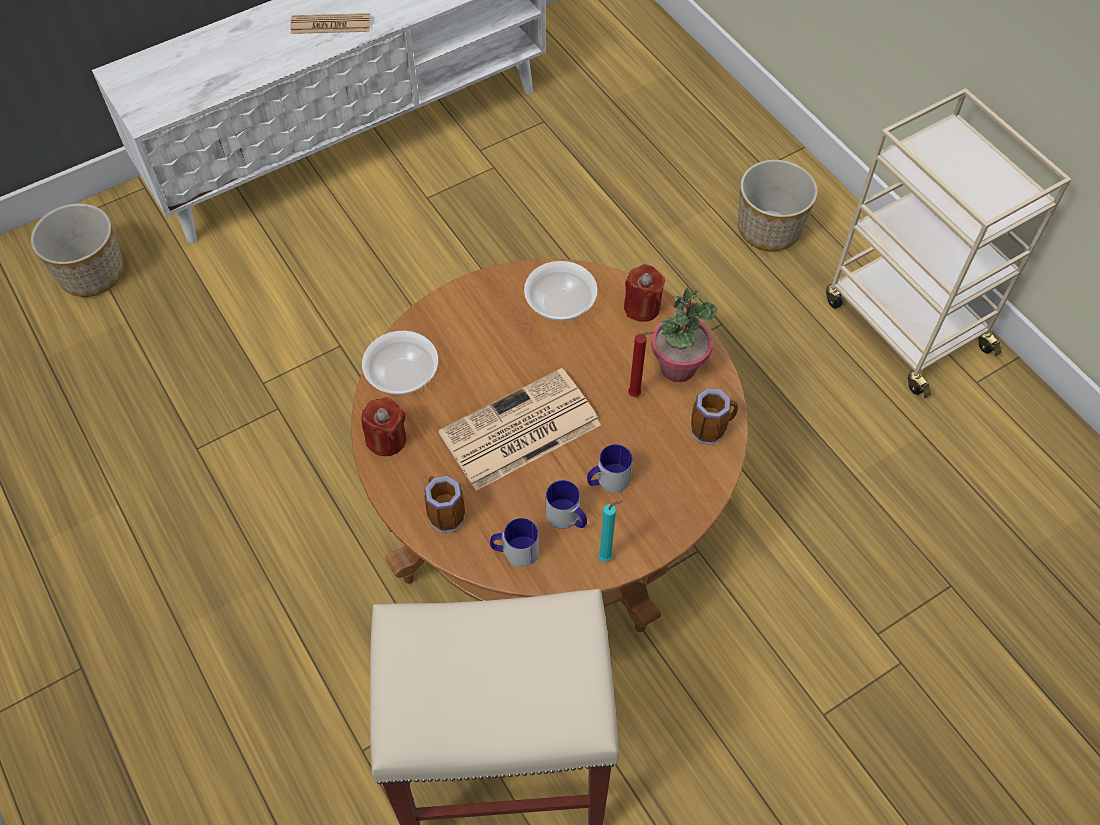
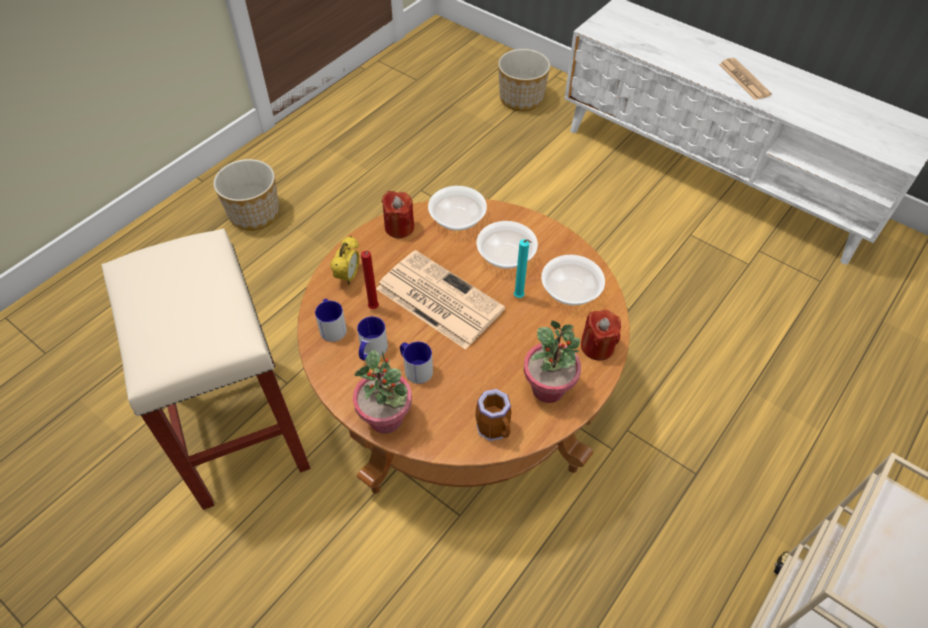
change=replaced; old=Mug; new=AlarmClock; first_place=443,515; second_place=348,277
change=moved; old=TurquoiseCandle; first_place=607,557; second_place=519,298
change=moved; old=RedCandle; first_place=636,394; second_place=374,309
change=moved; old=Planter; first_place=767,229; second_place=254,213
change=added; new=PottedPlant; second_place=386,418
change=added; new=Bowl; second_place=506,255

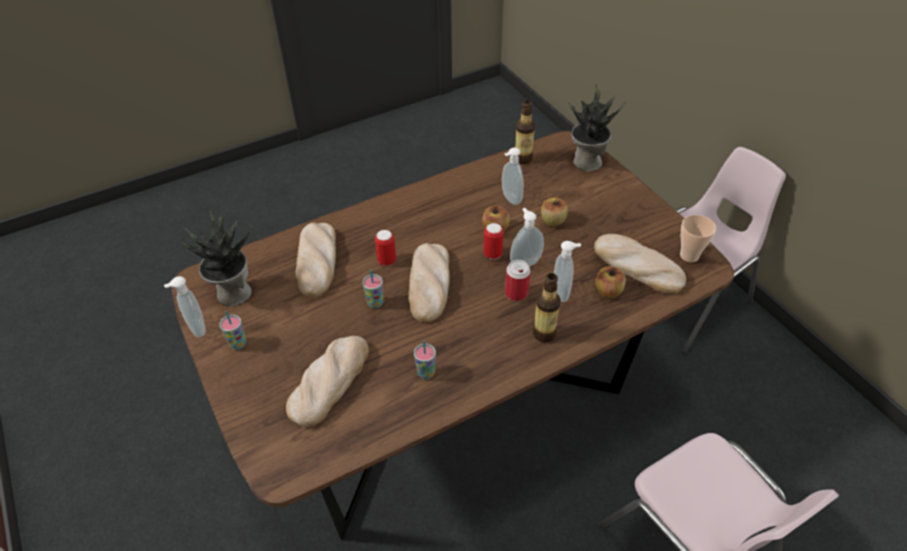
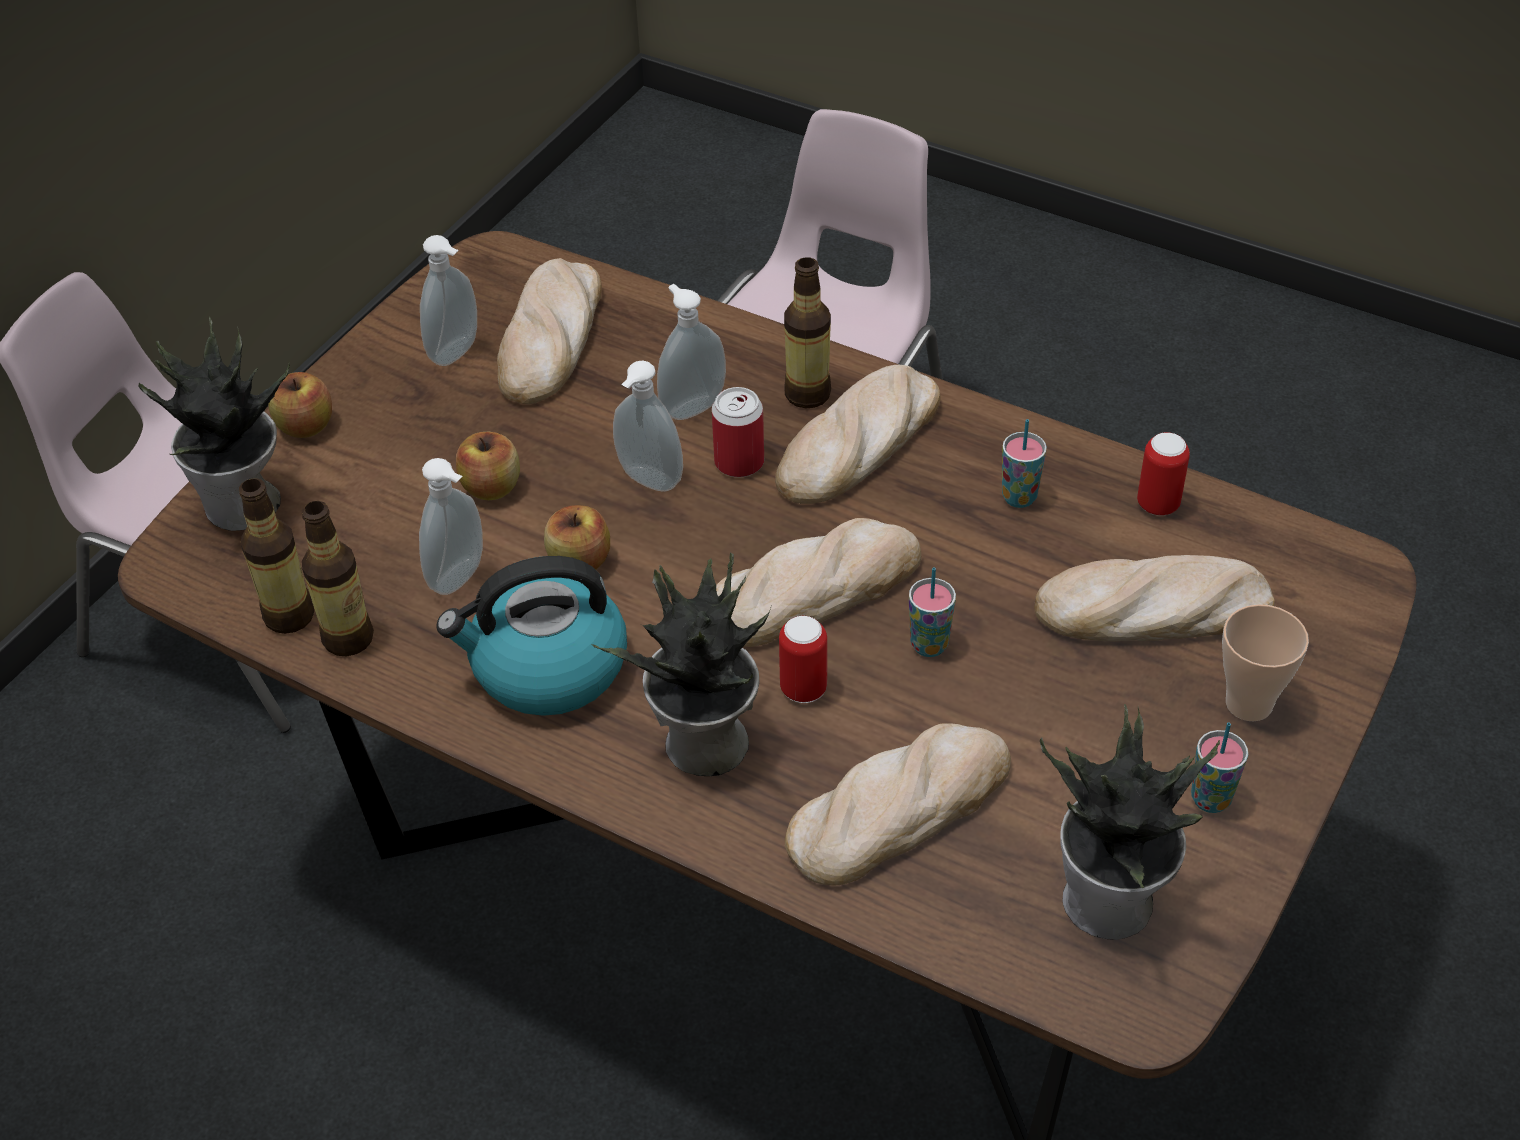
change=moved; old=SoapDispenser; first_place=196,329; second_place=457,353
change=moved; old=Can; first_place=492,254; second_place=1158,504
change=moved; old=Apple; first_place=608,291; second_place=305,426
change=moved; old=Cup; first_place=689,256; second_place=1249,703
change=added; new=Bottle; second_place=348,638
change=added; new=Kettle; second_place=547,668
change=added; new=PottedPlant; second_place=704,745
change=added; new=Bread; second_place=858,444

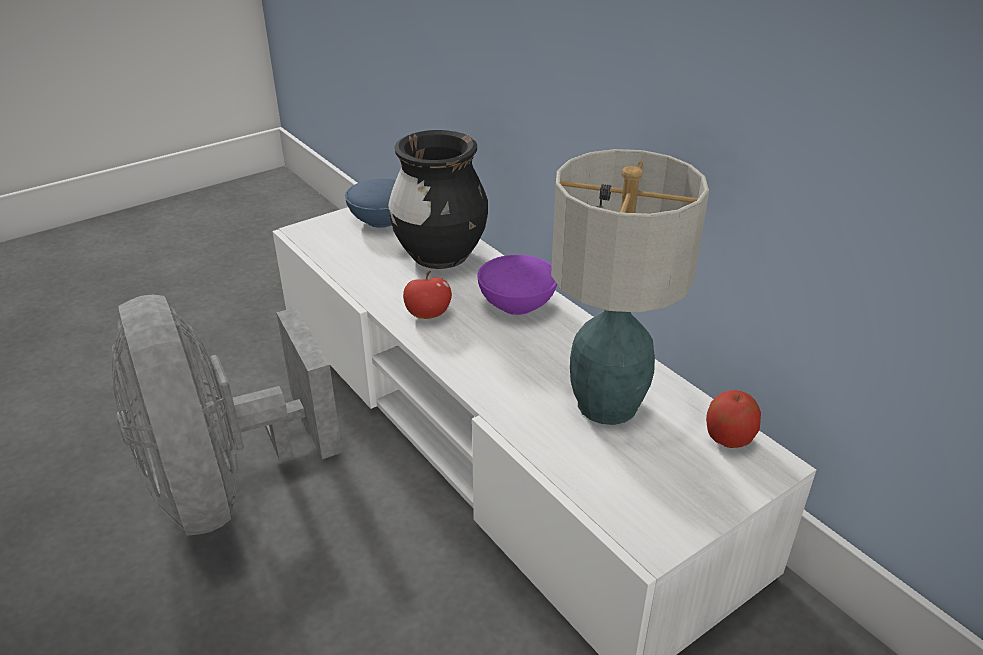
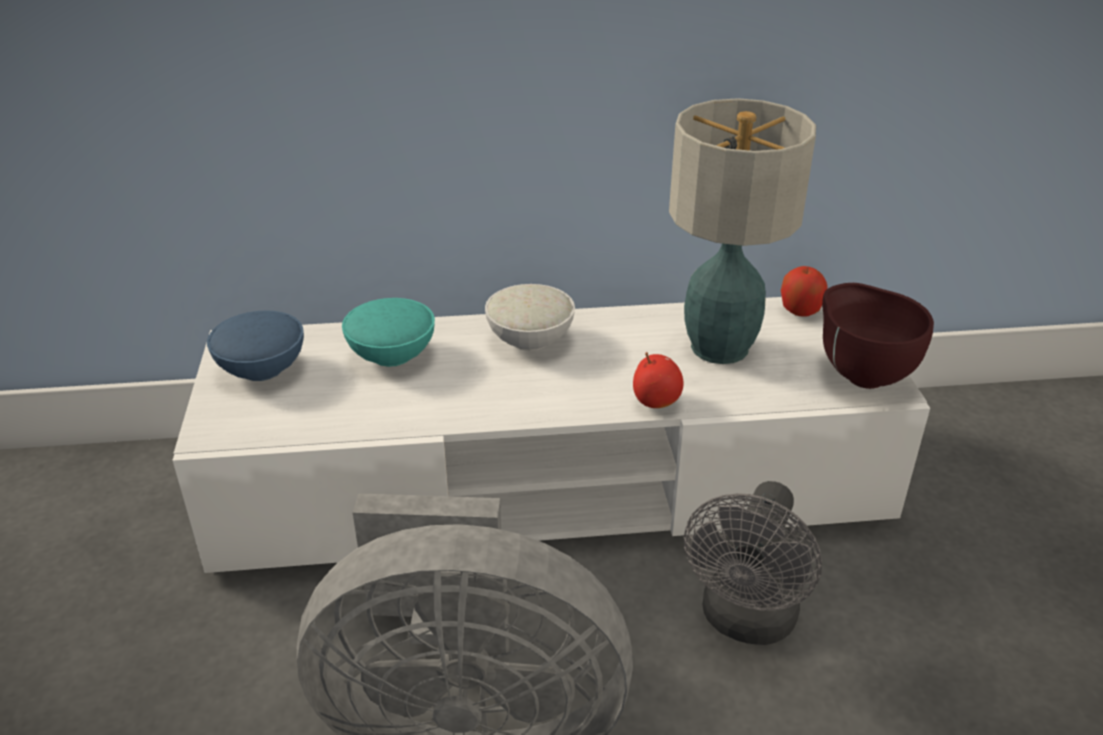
change=replaced; old=BlackVase; new=TurquoiseBowl; first_place=440,256; second_place=390,354
change=moved; old=Apple; first_place=428,315; second_place=656,401
change=recoloured; old=PurpleBowl; new=WhiteBowl; first_place=517,303; second_place=529,338
change=added; new=GreyFan; second_place=745,621
change=added; new=BrownBowl; second_place=861,375

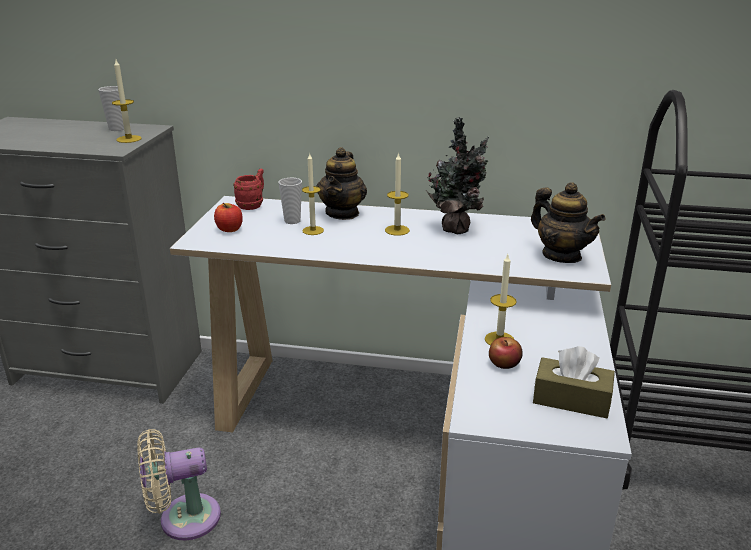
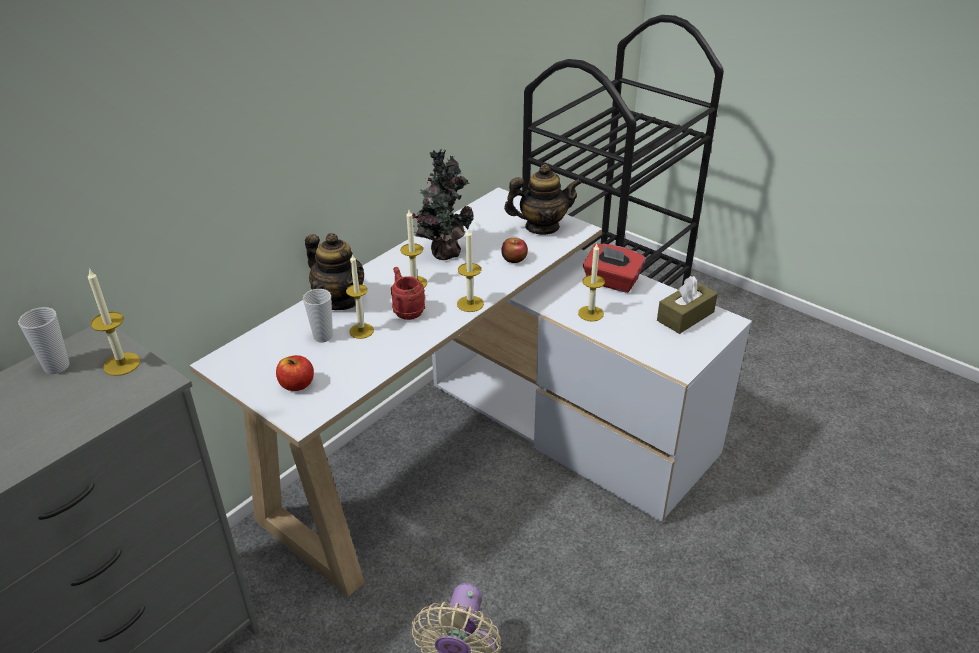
change=moved; old=RedMug; first_place=253,205; second_place=406,310
change=moved; old=Apple; first_place=504,363; second_place=514,259
change=added; new=Candle; second_place=470,304
change=added; new=RedTissueBox; second_place=611,282

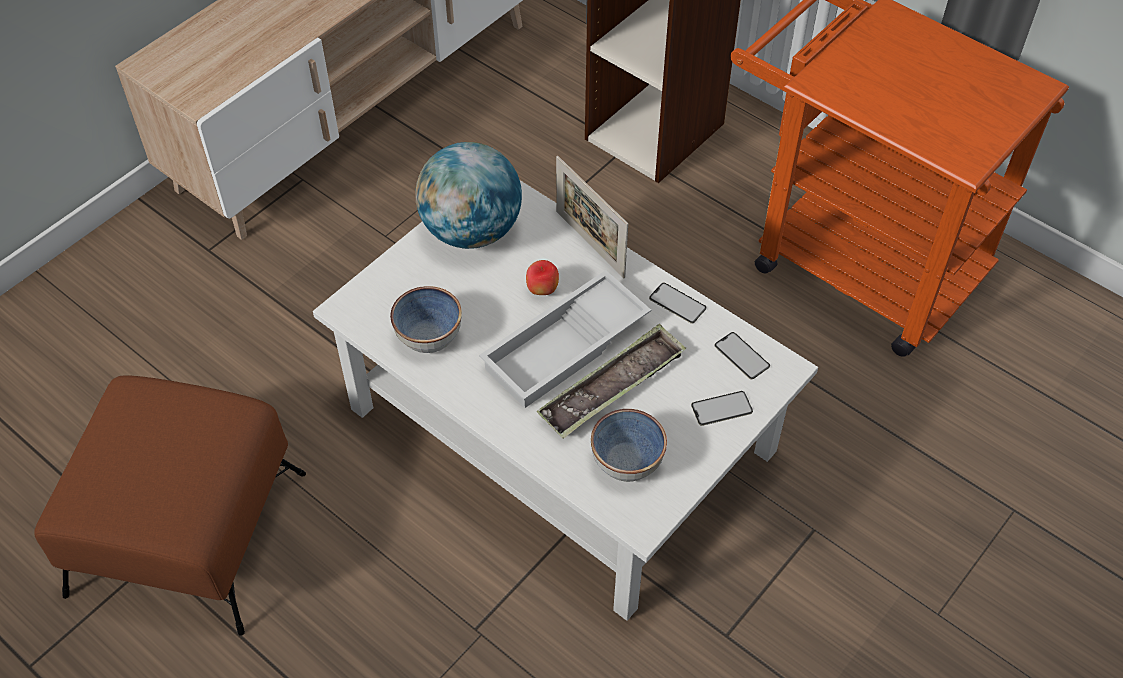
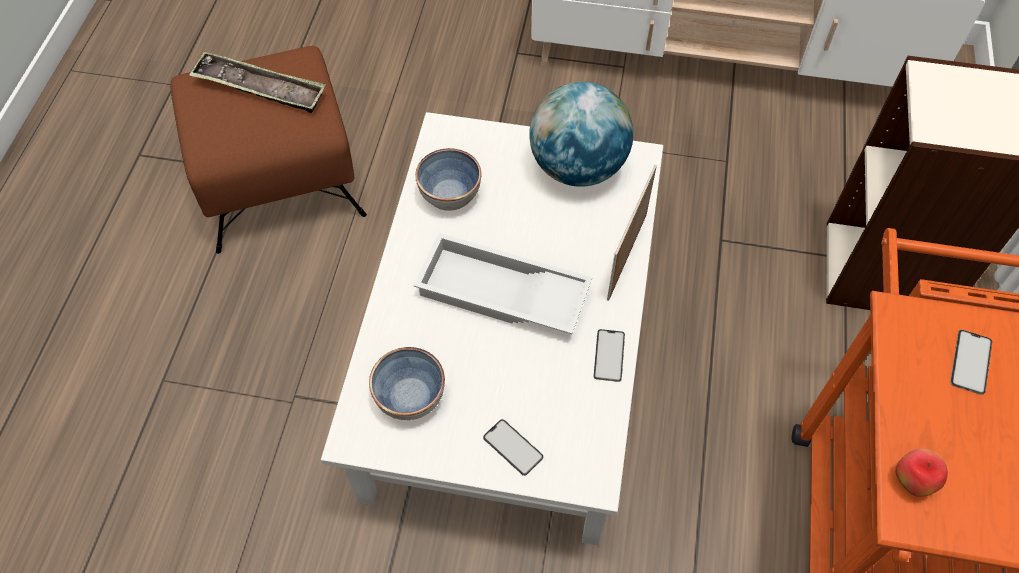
change=moved; old=Apple; first_place=542,290; second_place=912,481
change=moved; old=Tray; first_place=612,387; second_place=259,88
change=moved; old=Phone; first_place=741,356; second_place=970,362

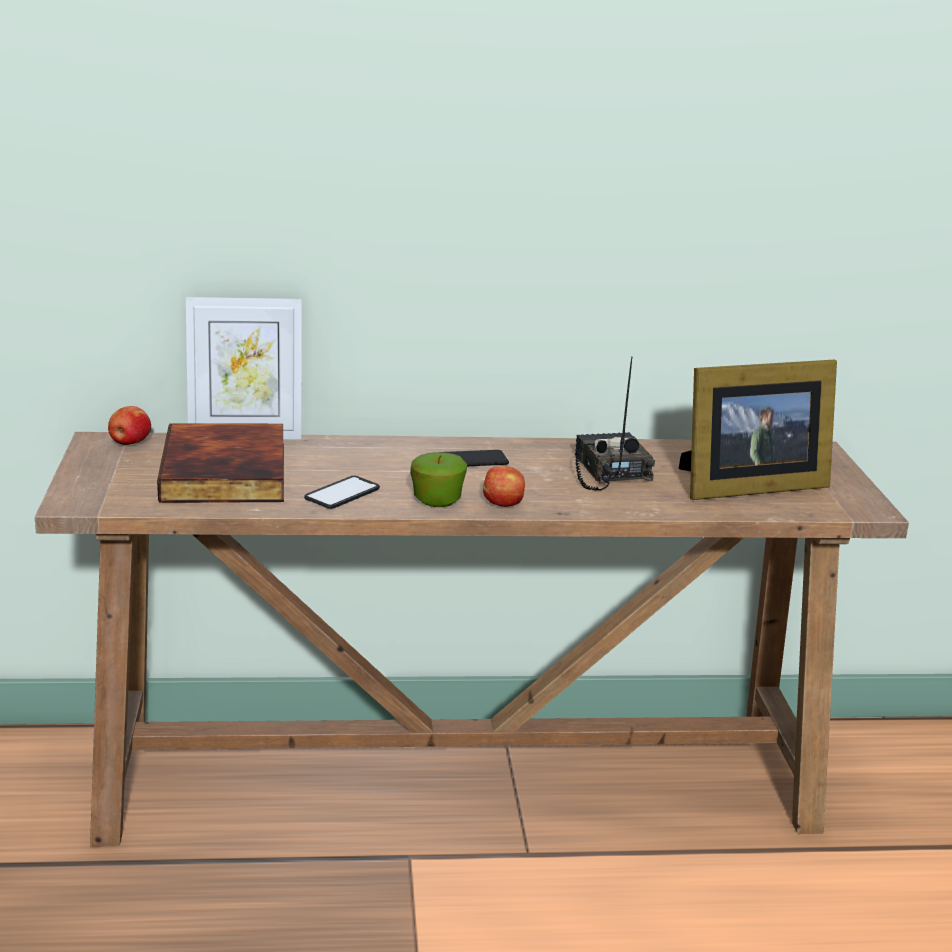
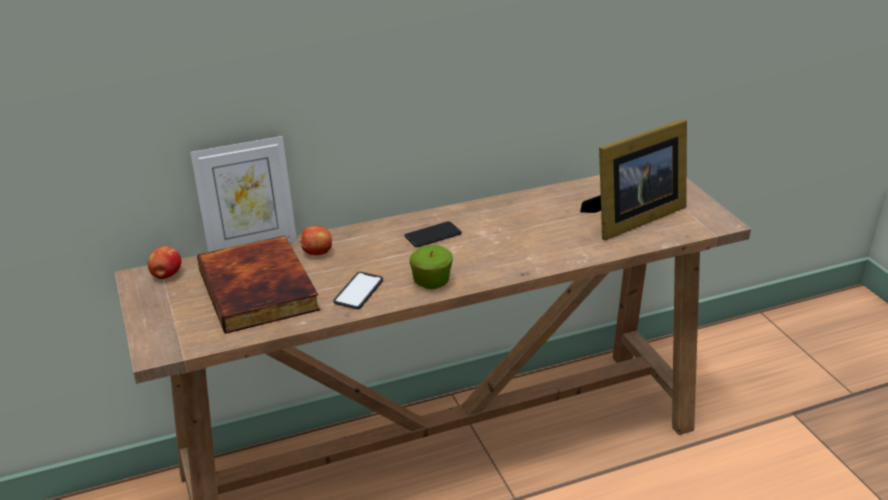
change=moved; old=Apple; first_place=503,504; second_place=317,252
change=removed; old=Radio; first_place=607,471

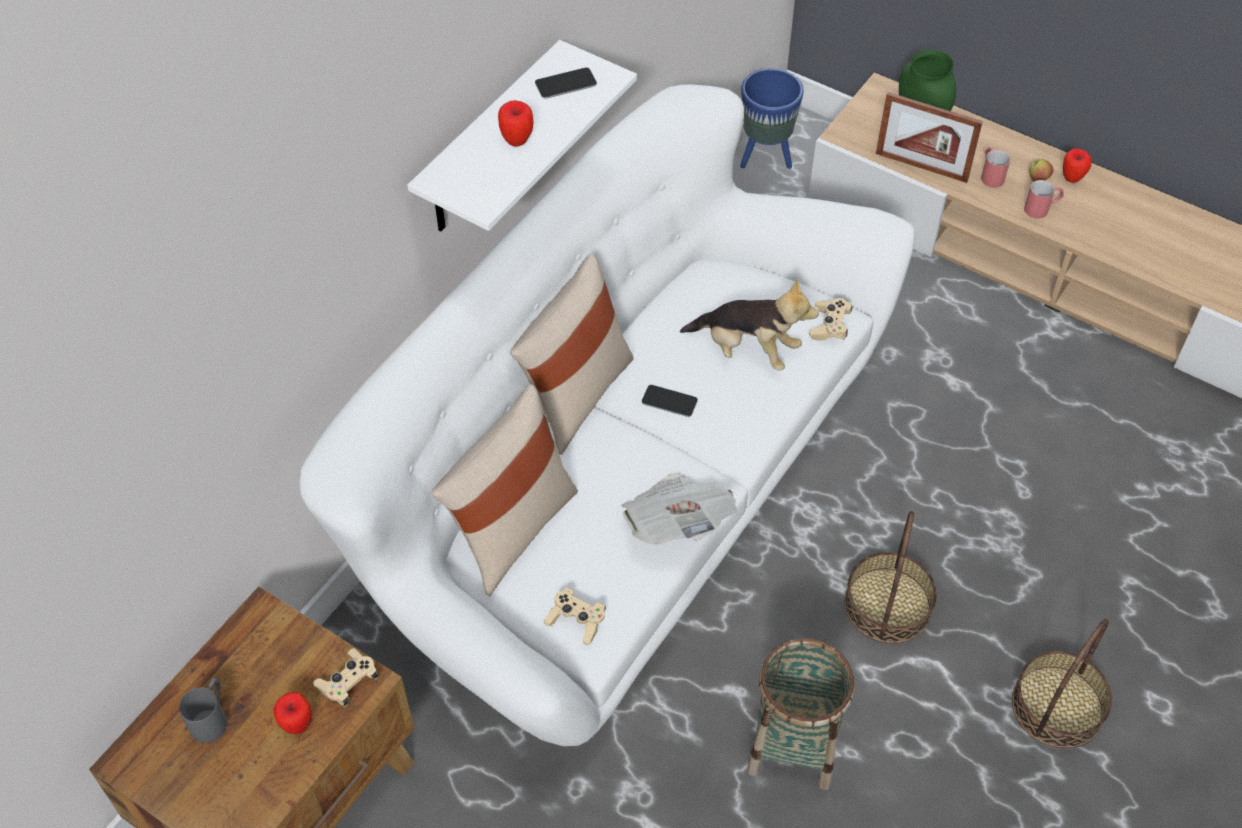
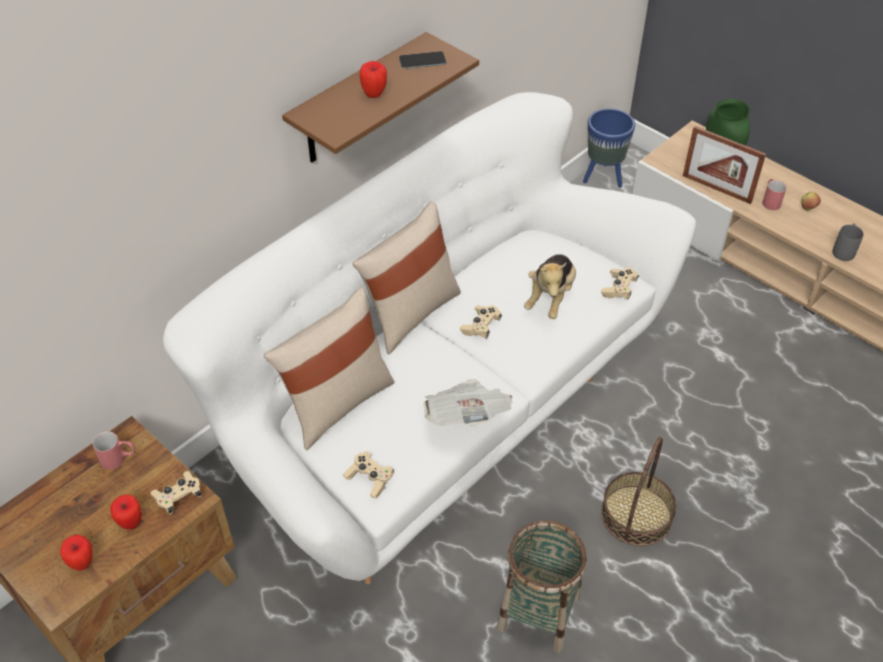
change=moved; old=GreyMug; first_place=212,718; second_place=844,250
change=recoloured; old=WhiteShelf; new=BrownShelf; first_place=489,143; second_place=359,101
change=replaced; old=Phone; new=BeigeGameController; first_place=669,401; second_place=481,326
change=turned; old=PlushToy; first_place=747,350; second_place=550,297; degrees=75
change=removed; old=Basket; first_place=1057,706
change=moved; old=RedMug; first_place=1042,209; second_place=119,459
change=moved; old=Apple; first_place=1072,178; second_place=82,563

